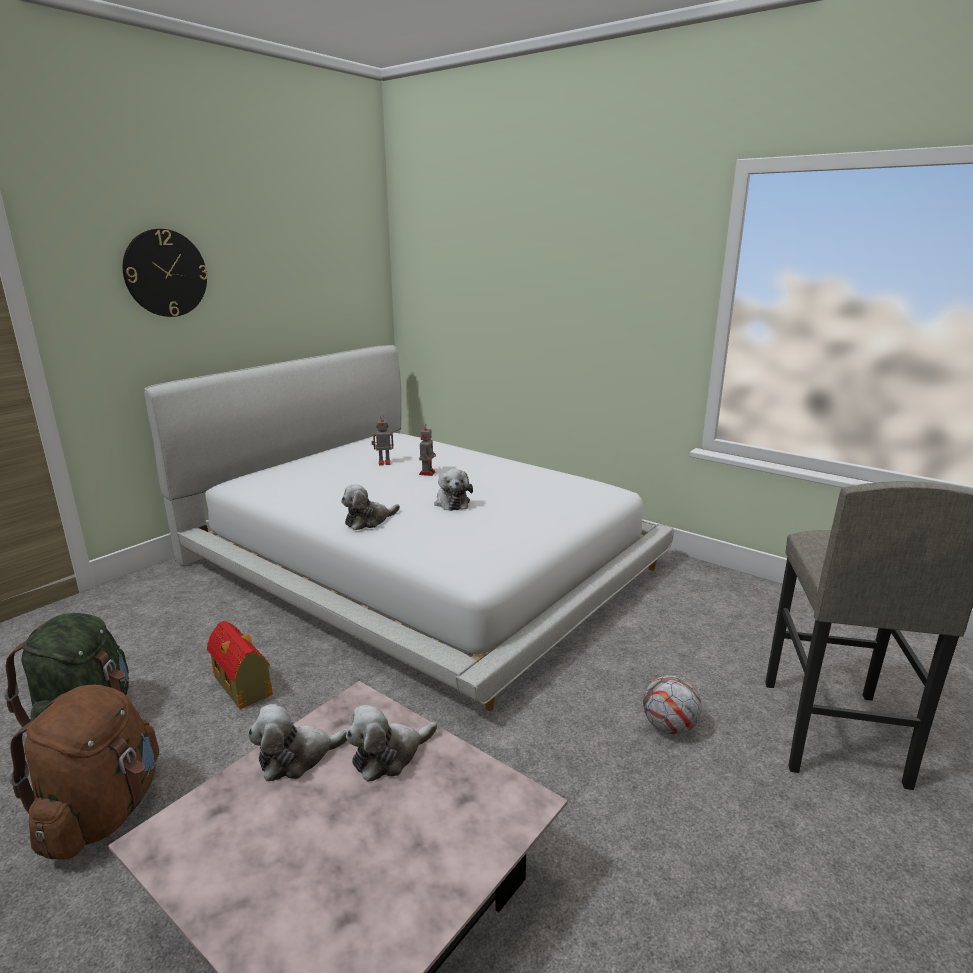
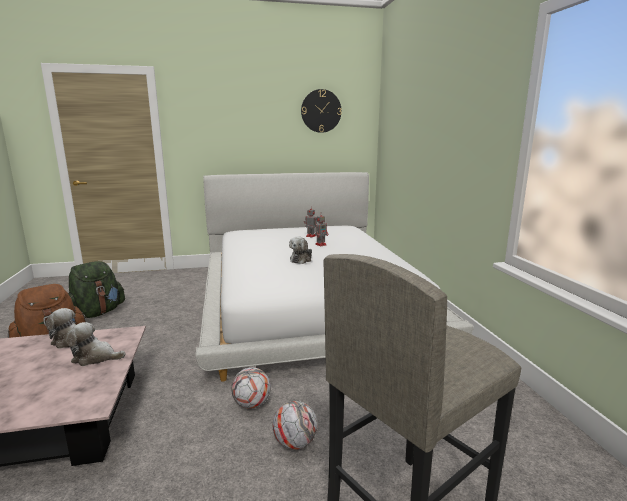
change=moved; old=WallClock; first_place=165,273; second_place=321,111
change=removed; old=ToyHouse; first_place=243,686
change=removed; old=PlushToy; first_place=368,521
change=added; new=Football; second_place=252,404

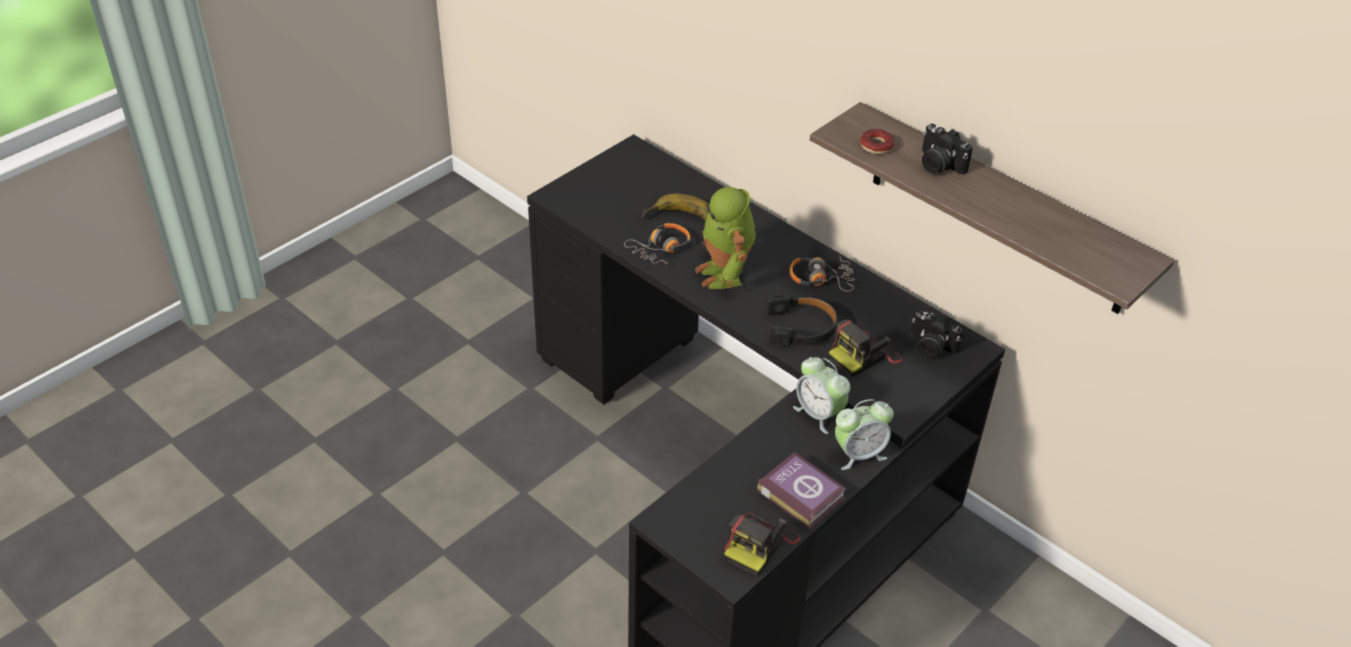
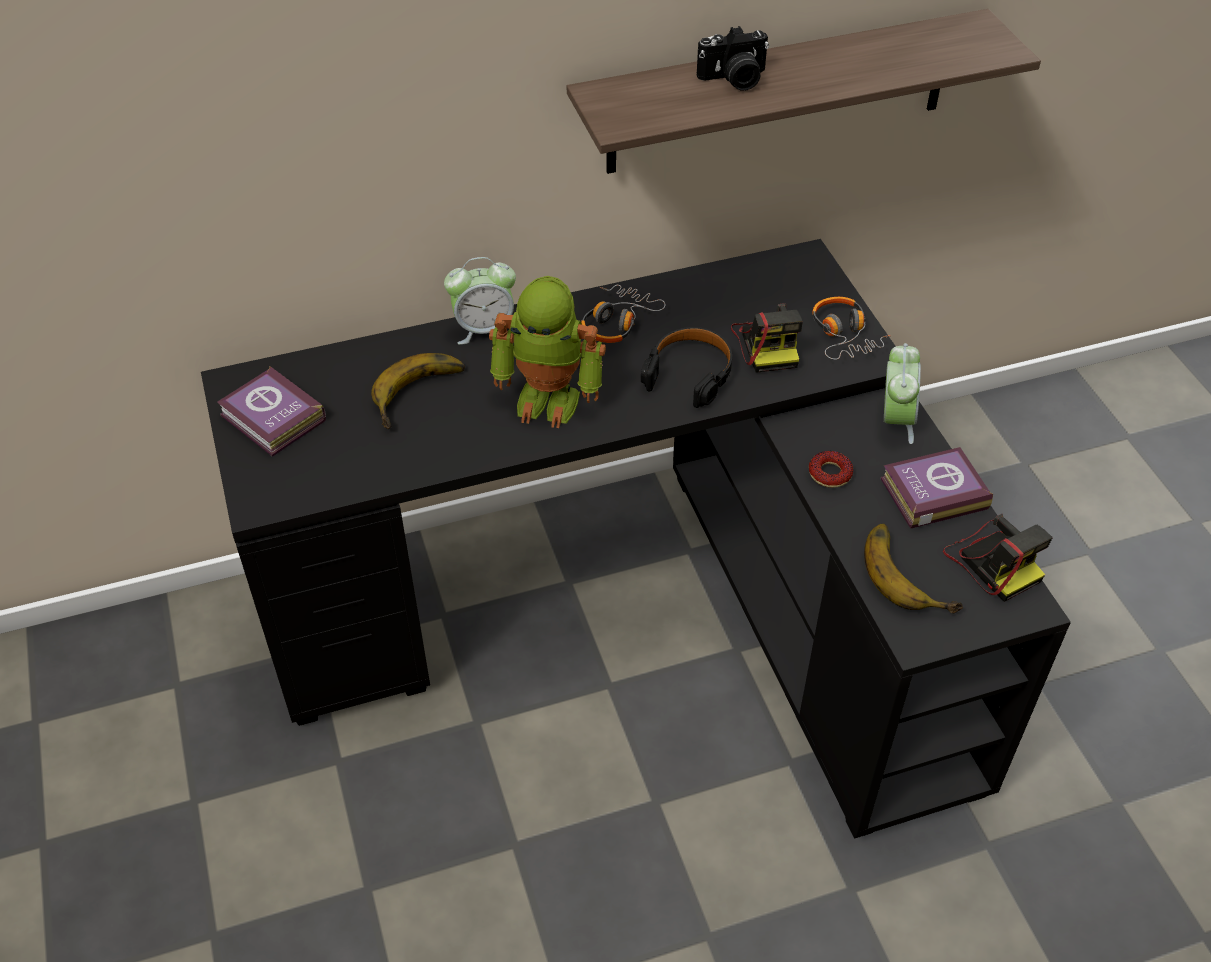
change=moved; old=Headphones; first_place=661,249; second_place=844,335
change=moved; old=AlarmClock; first_place=819,414; second_place=484,329
change=moved; old=Donut; first_place=876,145; second_place=829,473
change=removed; old=PhotoCamera; first_place=930,347
change=added; new=Book; second_place=273,420
change=added; new=Banana; second_place=910,572

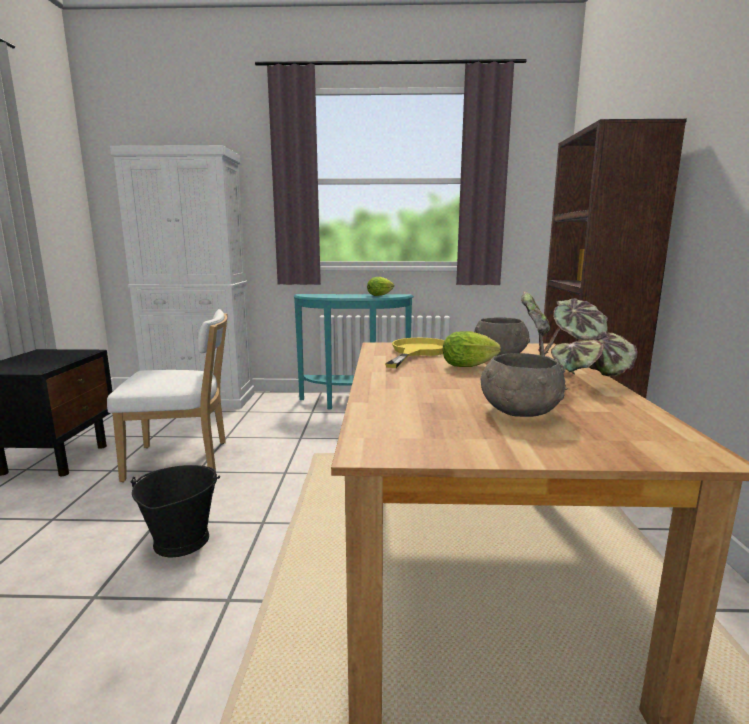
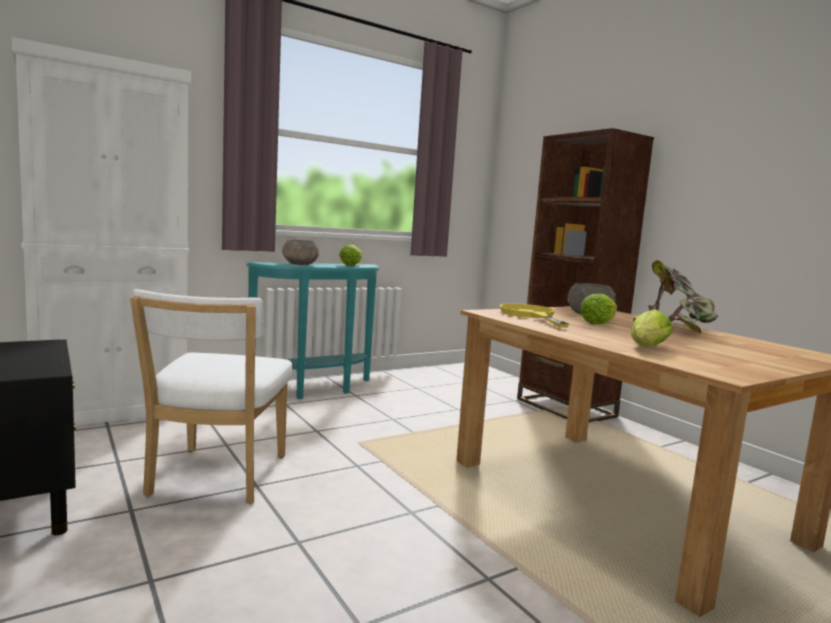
change=turned; old=WhiteChair; first_place=183,460; second_place=216,478; degrees=135
change=removed; old=BlackBucket; first_place=181,540
change=moved; old=GreyBowl; first_place=519,412; second_place=300,264
change=added; new=Lettuce; second_place=646,347

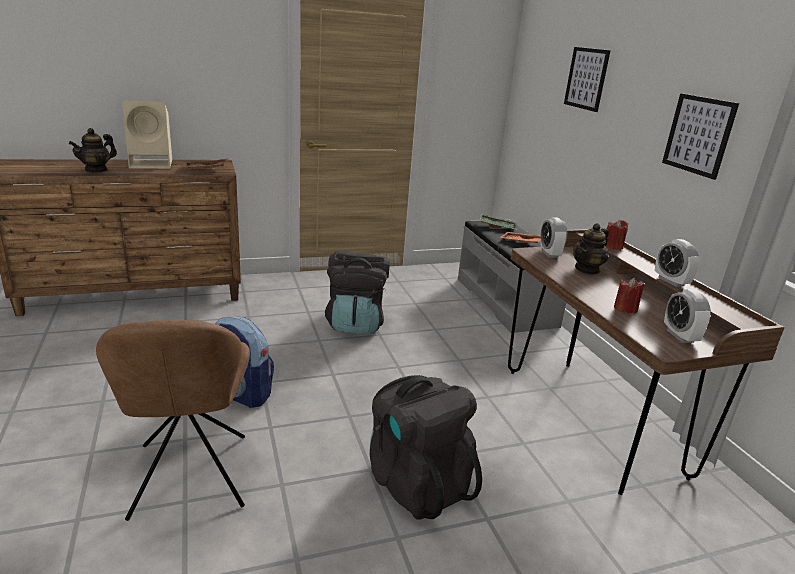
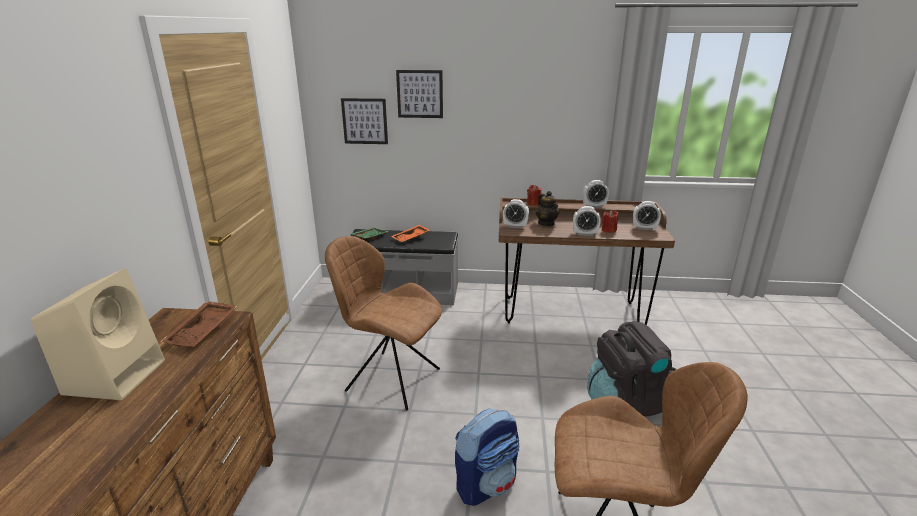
change=removed; old=Teapot; first_place=96,170
change=replaced; old=BlackBackpack; new=BrownChair; first_place=356,323; second_place=390,379
change=moved; old=Picture; first_place=698,135; second_place=365,121
change=added; new=AlarmClock; second_place=585,234

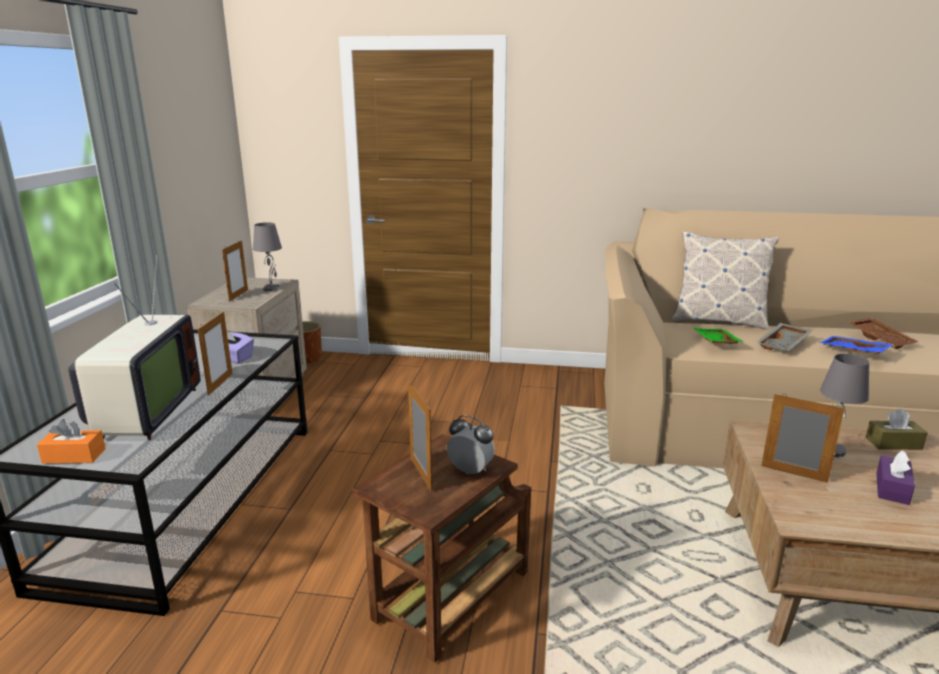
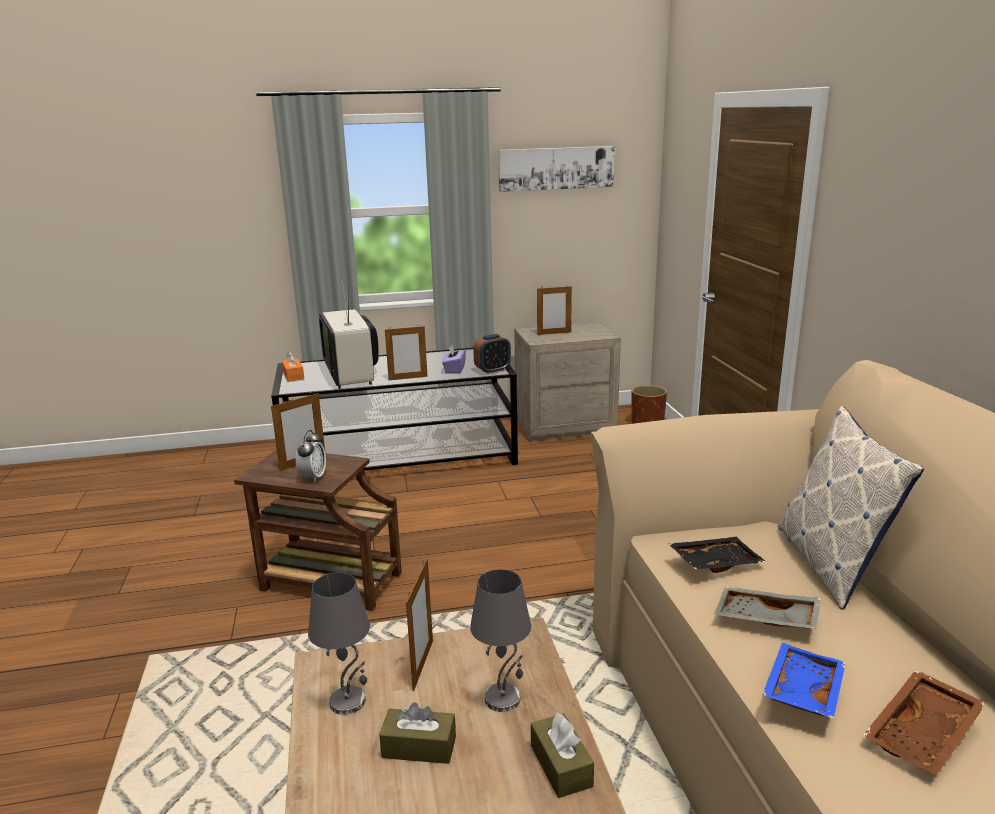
change=turned; old=Television; first_place=144,413; second_place=353,374; degrees=90
change=moved; old=GreyTableLamp; first_place=271,288; second_place=348,701
change=recoloured; old=GreenTray; new=BlackTray; first_place=714,342; second_place=714,562
change=recoloured; old=PurpleTissueBox; new=BrownTissueBox; first_place=892,488; second_place=419,747
change=added; new=AlarmClock; second_place=492,370
change=added; new=Picture; second_place=556,168

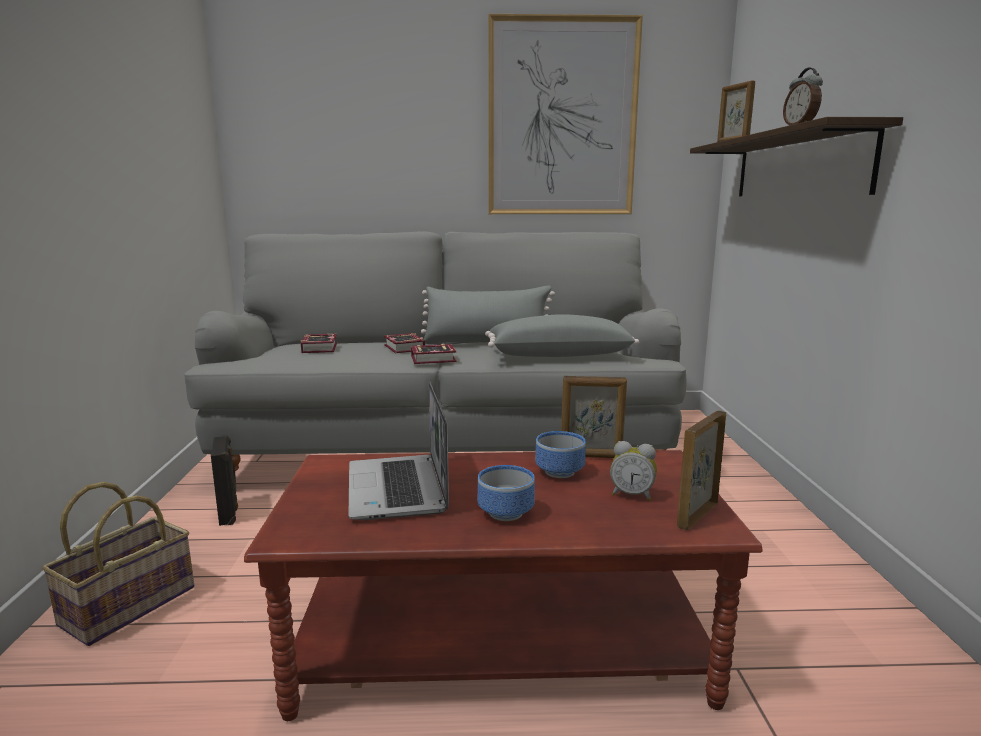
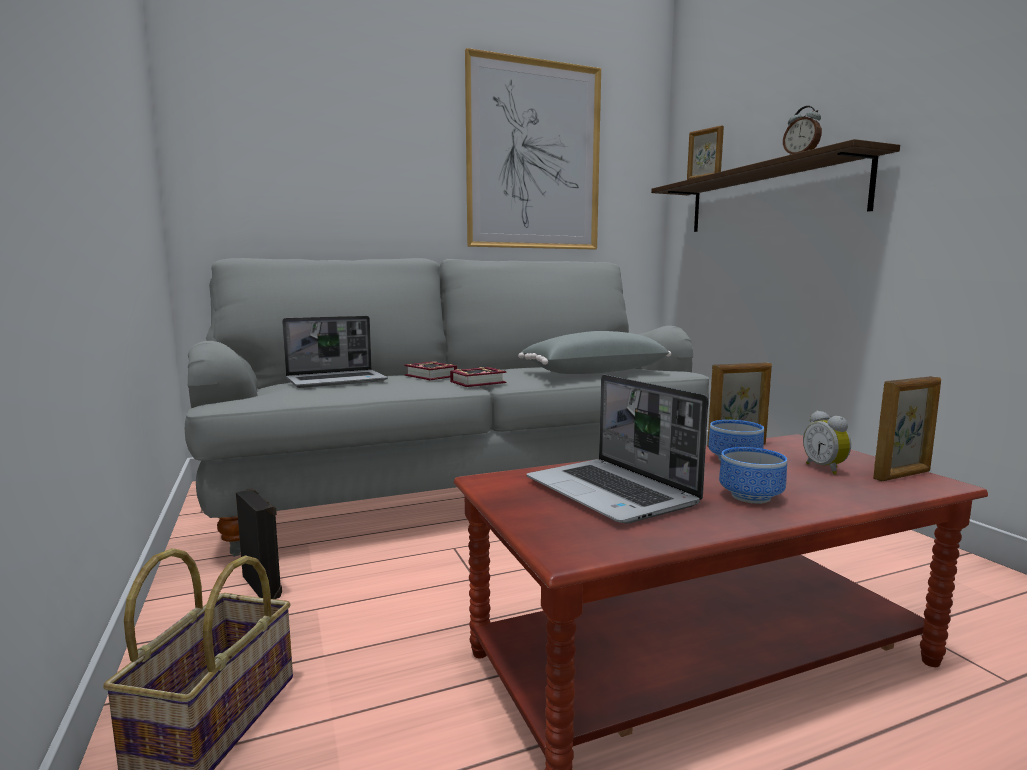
change=replaced; old=Book; new=Laptop; first_place=321,347; second_place=337,381
change=removed; old=GreyPillow; first_place=485,343
change=turned; old=AlarmClock; first_place=632,495; second_place=826,468; degrees=75
change=turned; old=PictureFrame; first_place=697,515; second_place=903,475; degrees=-135

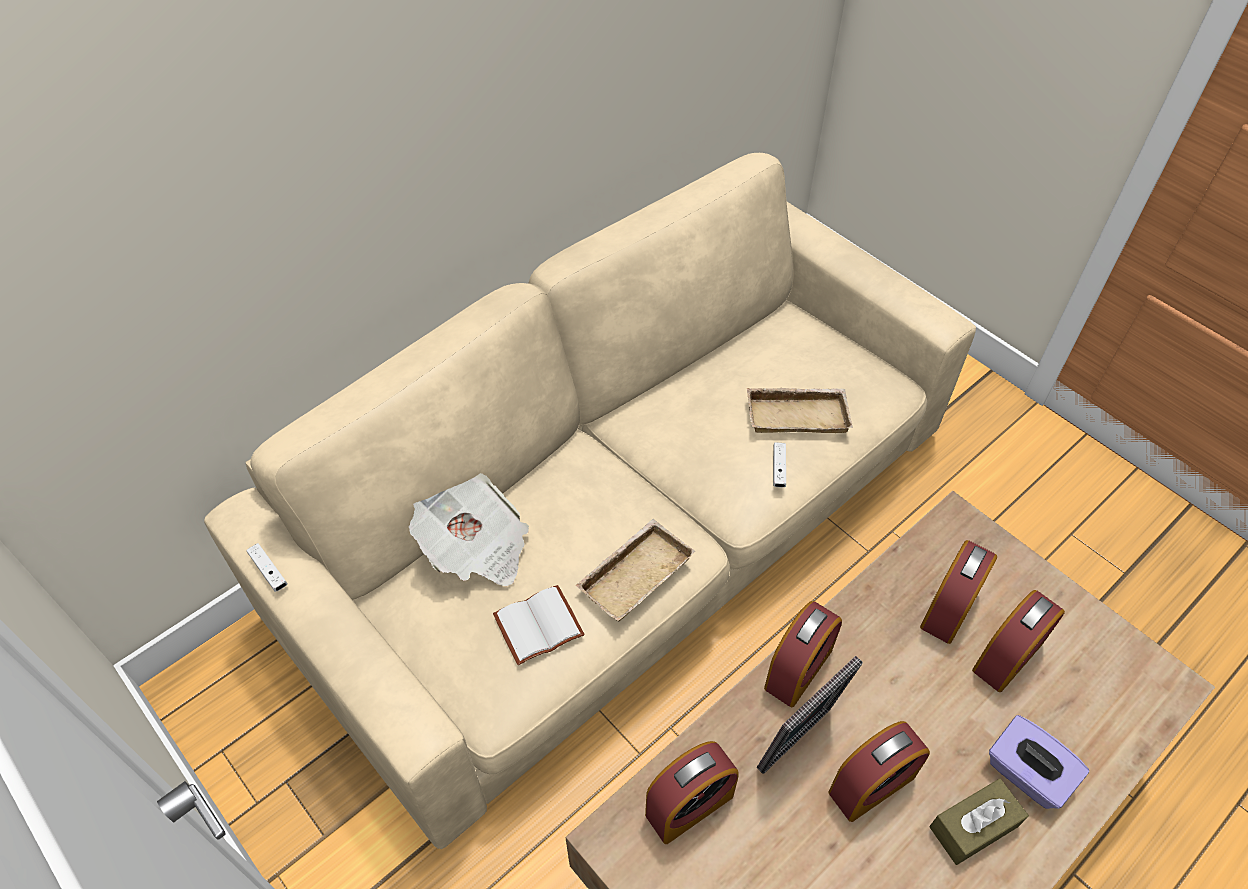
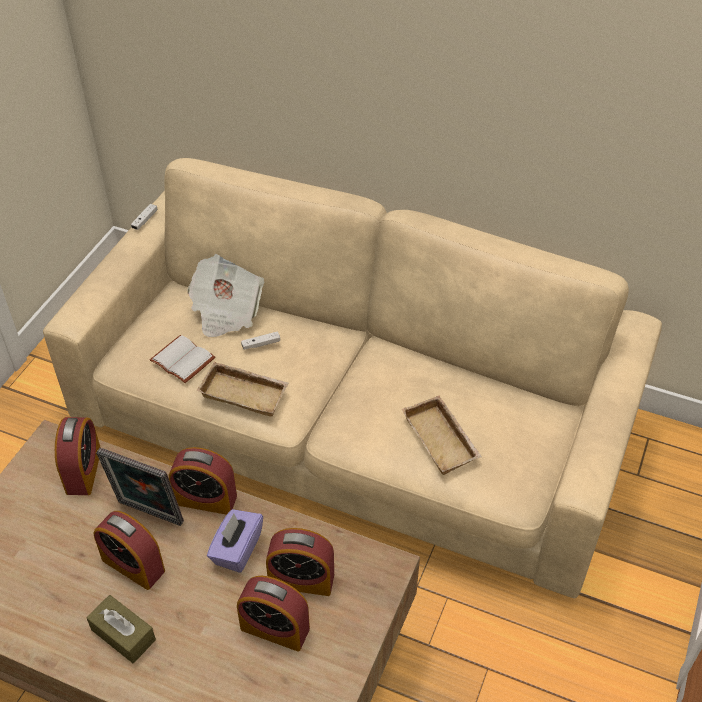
change=turned; old=AlarmClock; first_place=689,805; second_place=83,471; degrees=-120
change=moved; old=WhiteGameController; first_place=778,469; second_place=261,344
change=moved; old=PurpleTissueBox; first_place=1026,774; second_place=237,550

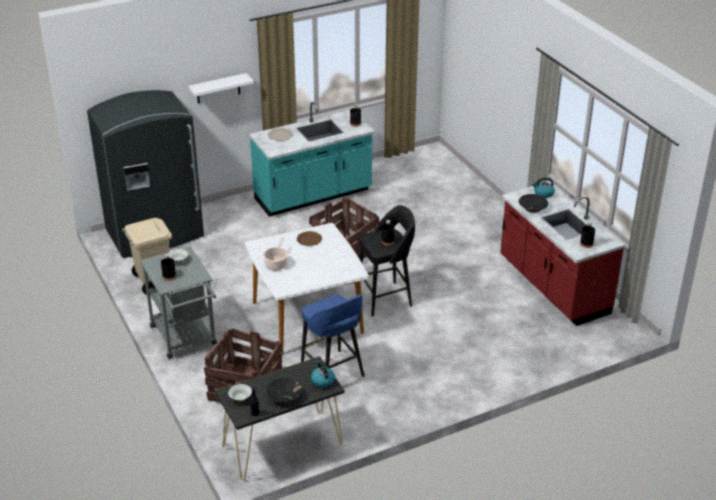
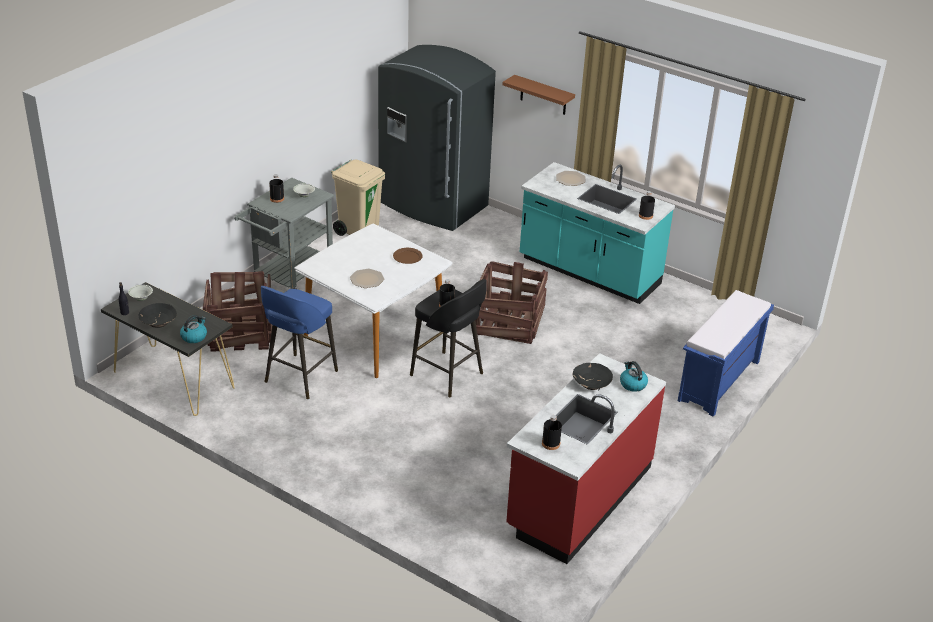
change=recoloured; old=WhiteShelf; new=BrownShelf; first_place=218,88; second_place=543,95
change=removed; old=CookingPot; first_place=276,264
change=added; new=Plate; second_place=367,279
change=added; new=BlueBench; second_place=719,382

